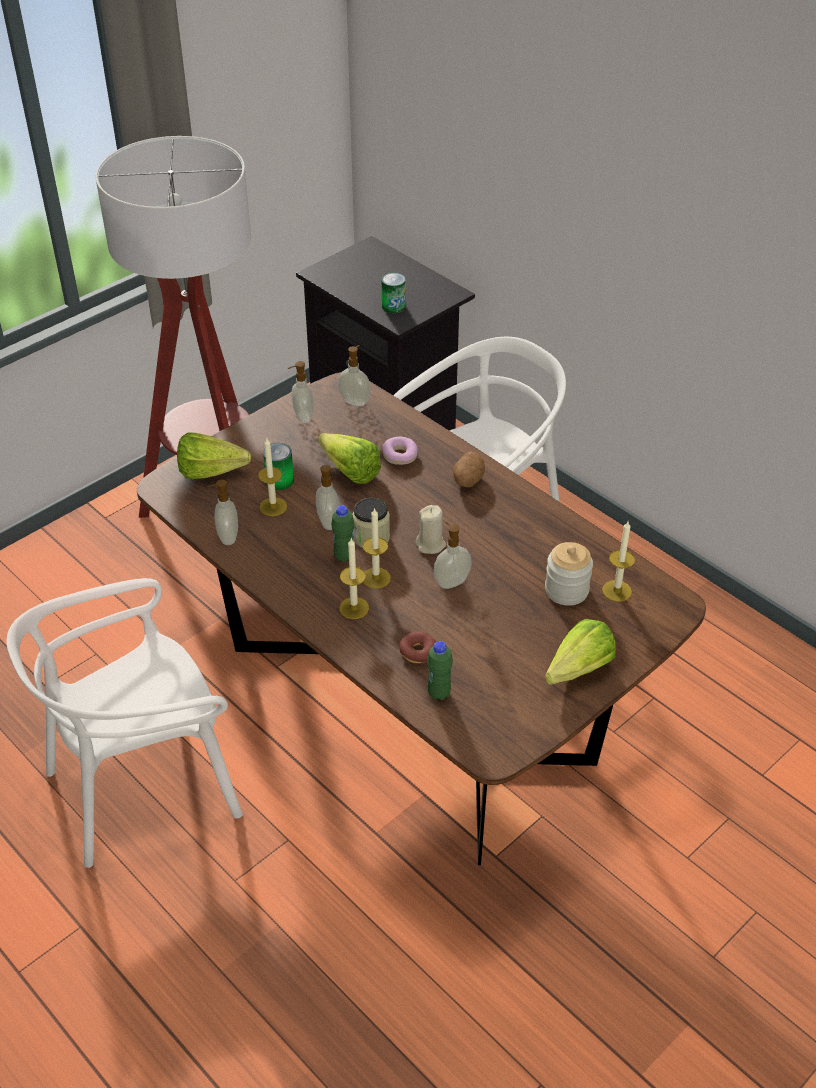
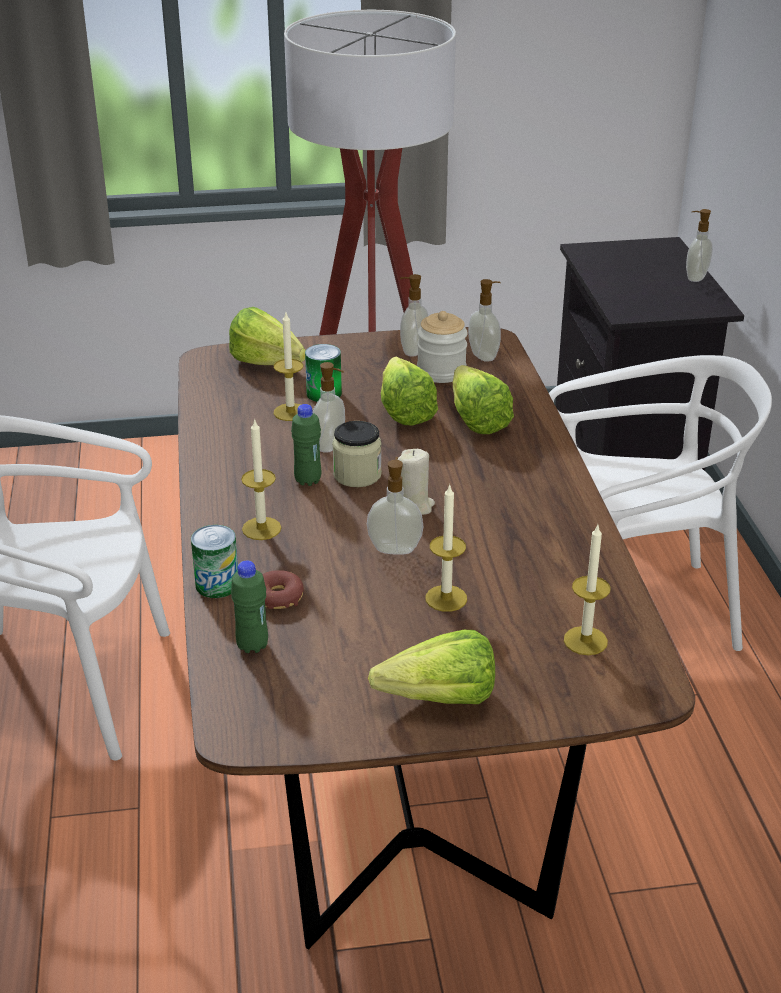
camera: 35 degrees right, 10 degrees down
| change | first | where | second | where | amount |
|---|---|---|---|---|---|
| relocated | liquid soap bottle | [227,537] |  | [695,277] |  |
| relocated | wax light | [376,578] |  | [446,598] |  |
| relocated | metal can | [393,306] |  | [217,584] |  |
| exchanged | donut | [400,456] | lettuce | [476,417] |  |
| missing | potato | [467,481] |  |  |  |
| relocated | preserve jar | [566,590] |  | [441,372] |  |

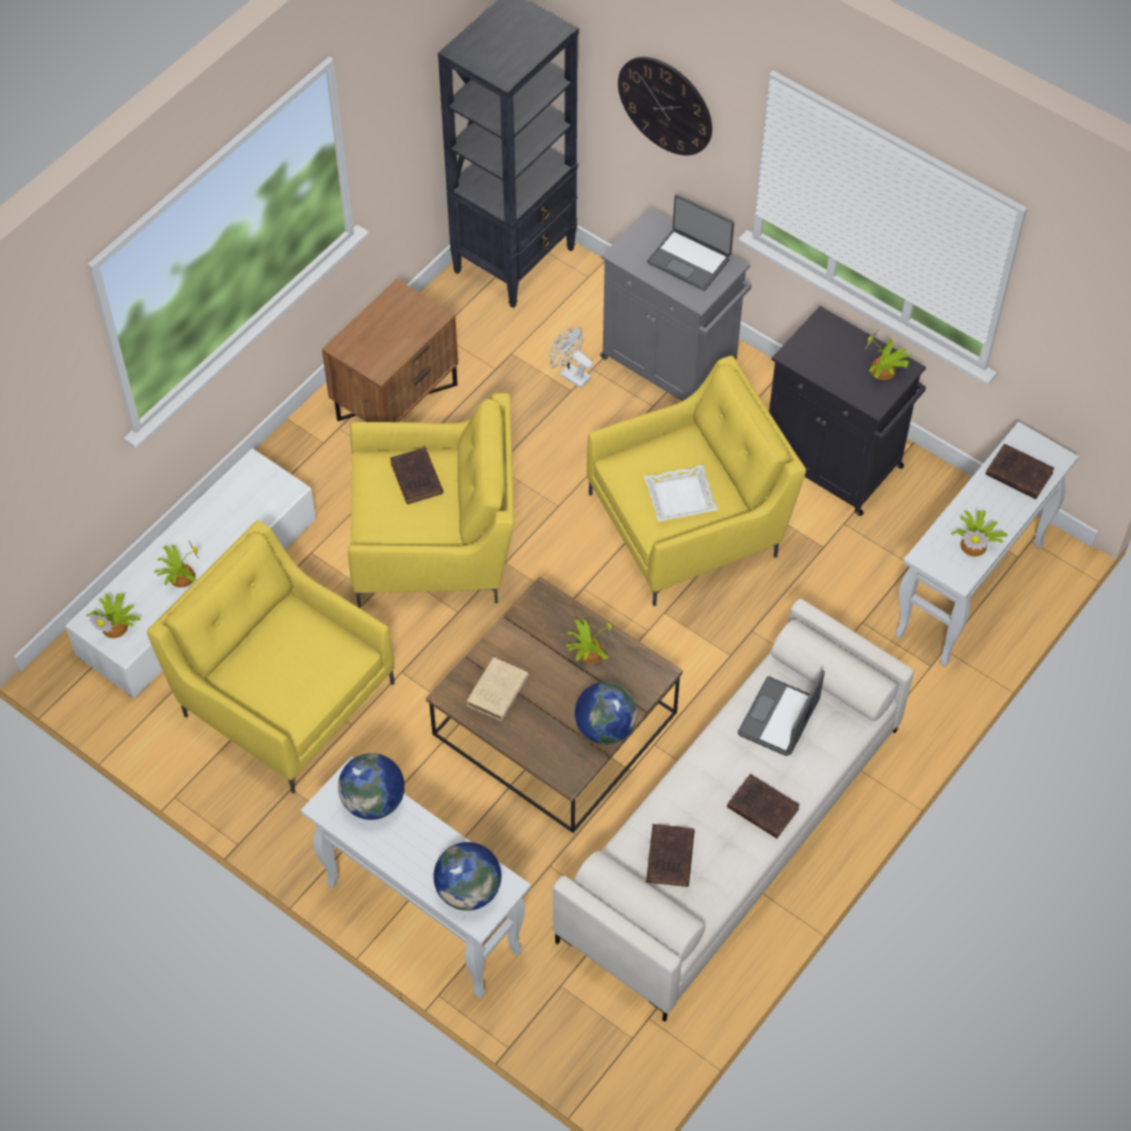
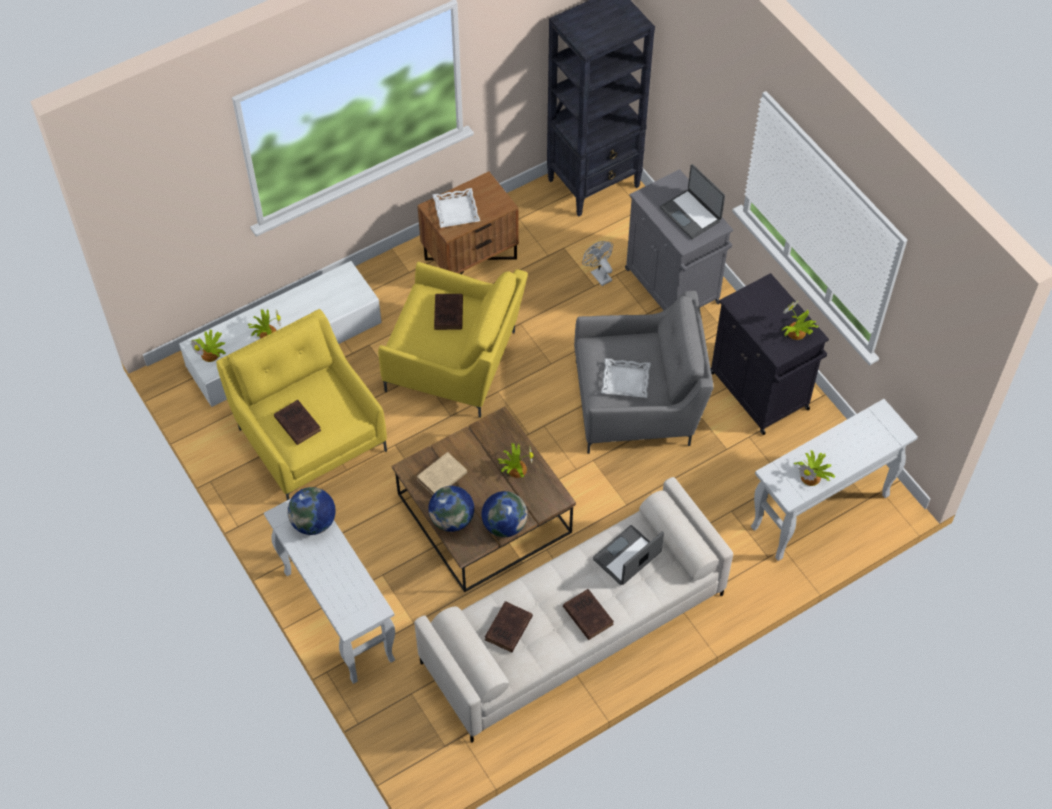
camera: 20 degrees right, 0 degrees up
| change | first | where | second | where | amount |
|---|---|---|---|---|---|
| relocated | desk globe | [468,890] |  | [452,519] |  |
| colour | yellow armchair | [690,522] | grey armchair | [638,403] |  |
| missing | wall clock | [665,105] |  |  |  |
| relocated | brown-coloured volume | [1017,473] |  | [297,423] |  |
| appeared |  |  | white-coloured tray | [455,211] |  |

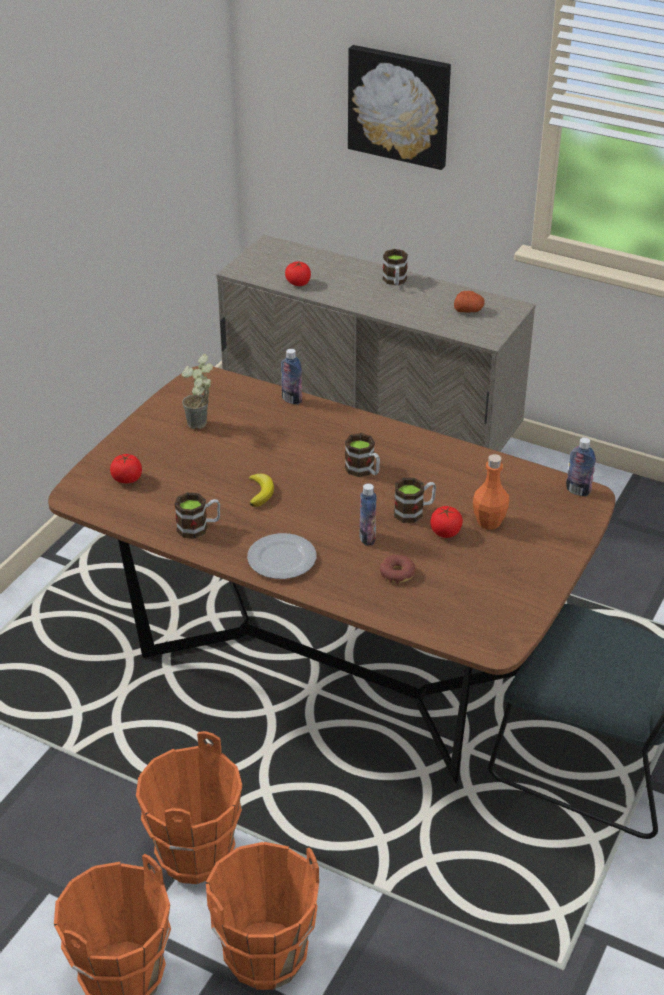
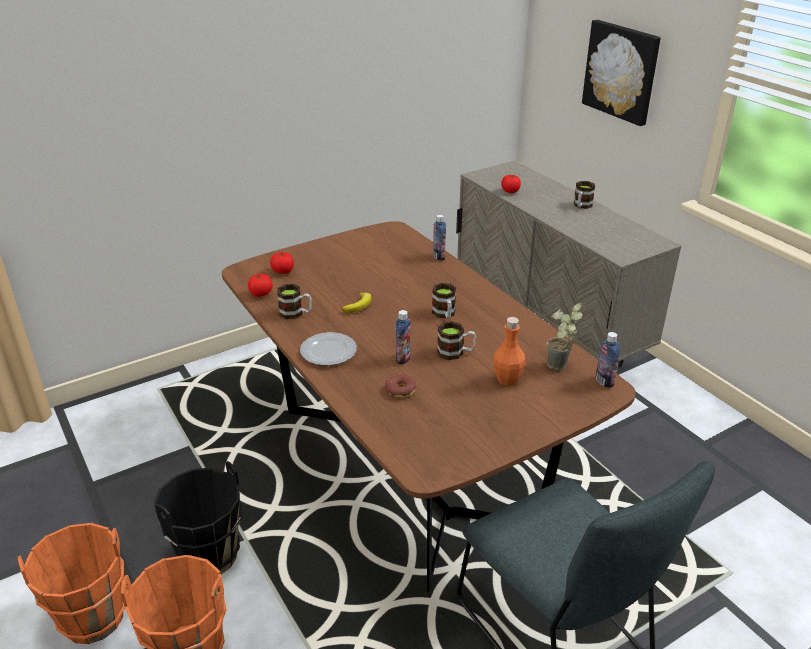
camera: 30 degrees right, 5 degrees down
| change | first | where | second | where | amount |
|---|---|---|---|---|---|
| colour | orange-coloured water bucket | [194,855] | black-coloured water bucket | [209,556] |  |
| relocated | potted plant | [201,426] |  | [559,369] |  |
| relocated | tomato | [445,532] |  | [261,294] |  |
| missing | potato | [469,310] |  |  |  |

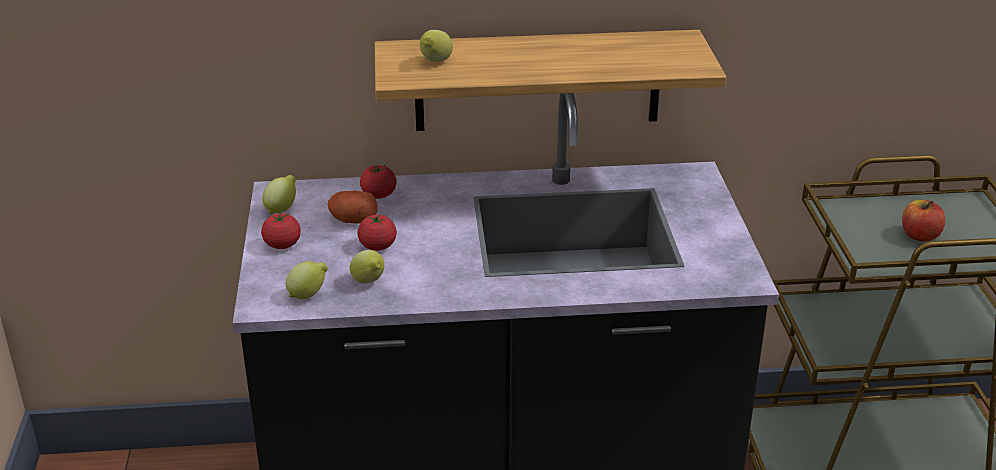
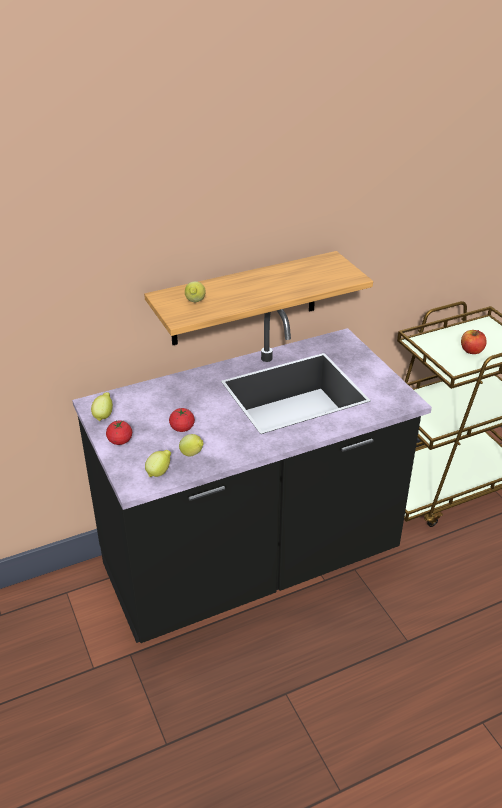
camera: 20 degrees left, 5 degrees up
| change | first | where | second | where | amount |
|---|---|---|---|---|---|
| missing | potato | [352,219] |  |  |  |
| missing | tomato | [378,194] |  |  |  |

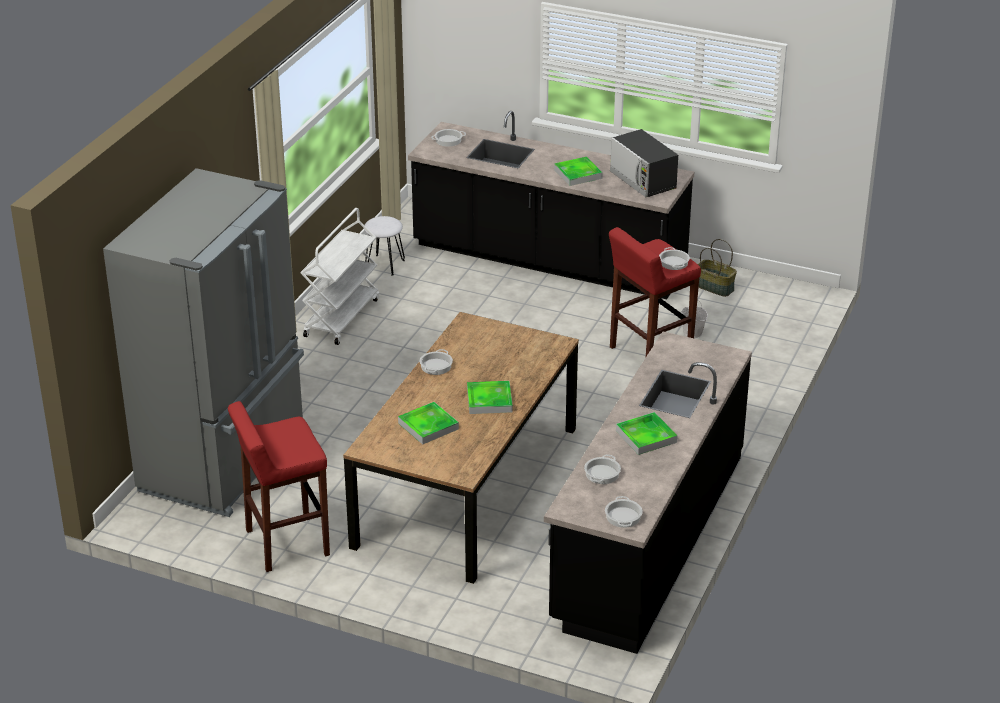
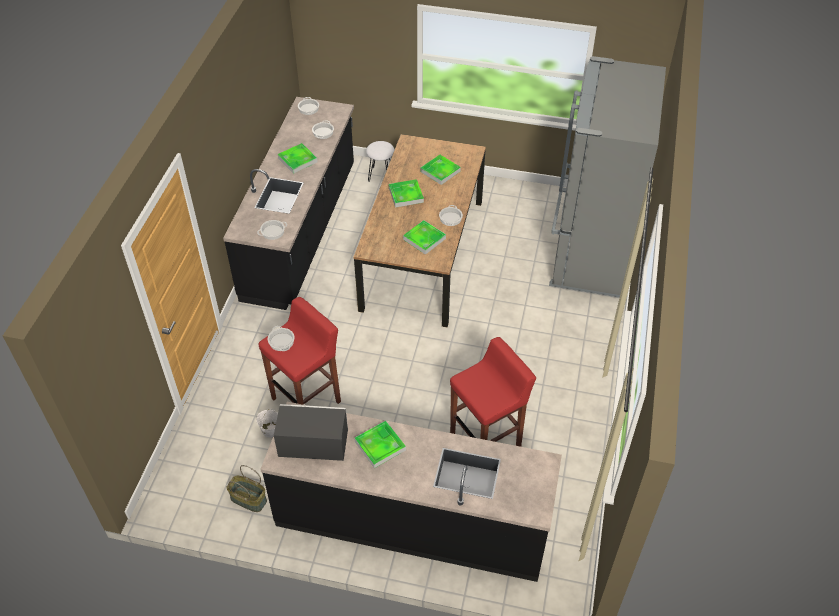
camera: 170 degrees right, 15 degrees up
| change | first | where | second | where | amount |
|---|---|---|---|---|---|
| relocated | red stool | [286,543] |  | [486,440] |  |
| missing | white-coloured trolley | [341,317] |  |  |  |
| relocated | white-coloured stool | [384,264] |  | [381,175] |  |
| relocated | saucepot | [448,141] |  | [273,231] |  |
| spun | microwave oven | [643,181] |  | [313,443] | 45 degrees counterclockwise |
| appeared |  |  | tray | [424,239] |  |

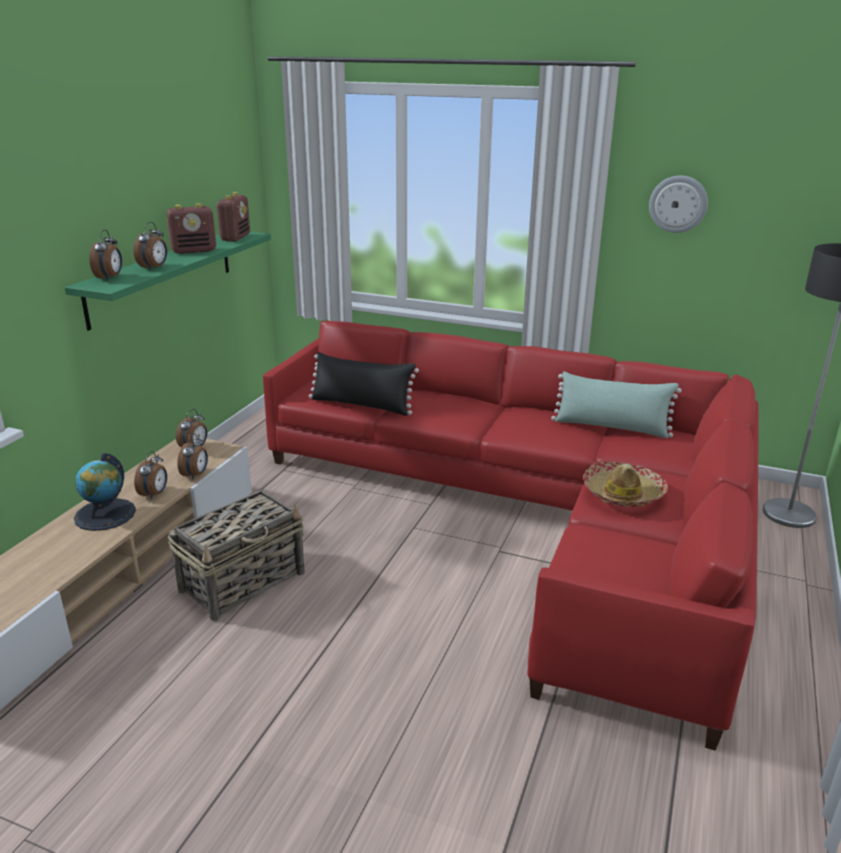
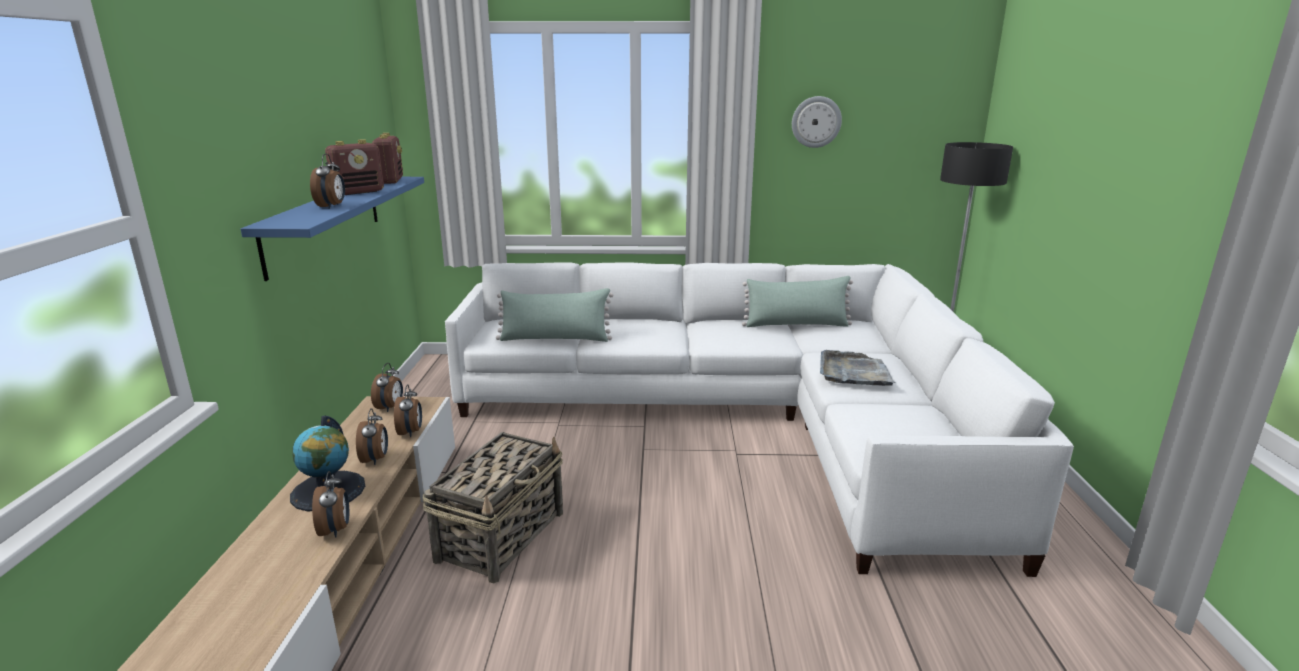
camera: 20 degrees left, 5 degrees down
| change | first | where | second | where | amount |
|---|---|---|---|---|---|
| colour | greenish shelf | [162,276] | blue shelf | [325,222] |  |
| relocated | bedside clock | [110,278] |  | [336,530] |  |
| colour | red sofa | [533,515] | white-coloured sofa | [744,418] |  |
| colour | black-coloured pillow | [361,405] | greenish pillow | [555,339] |  |
| exchanged | hat | [623,493] | grey tray | [854,372] |  |

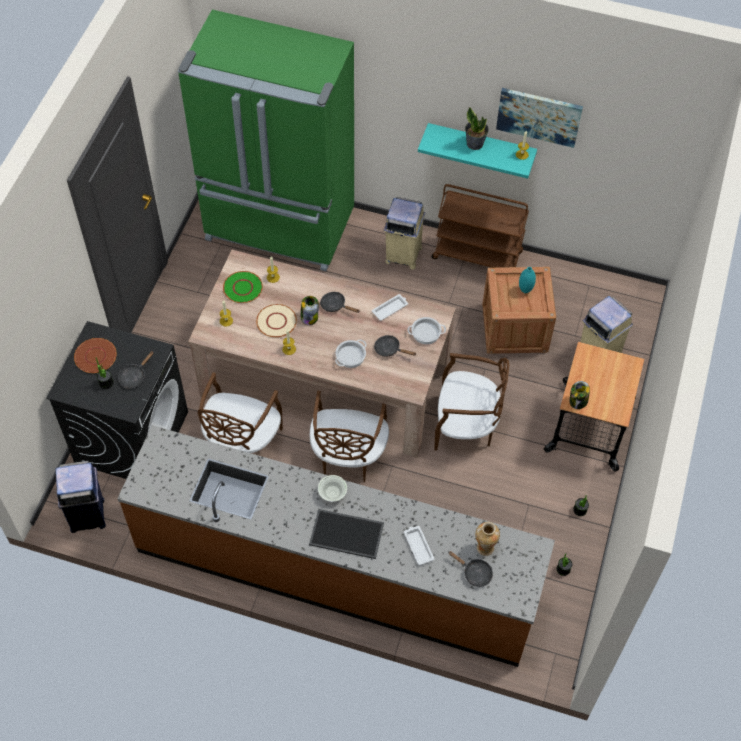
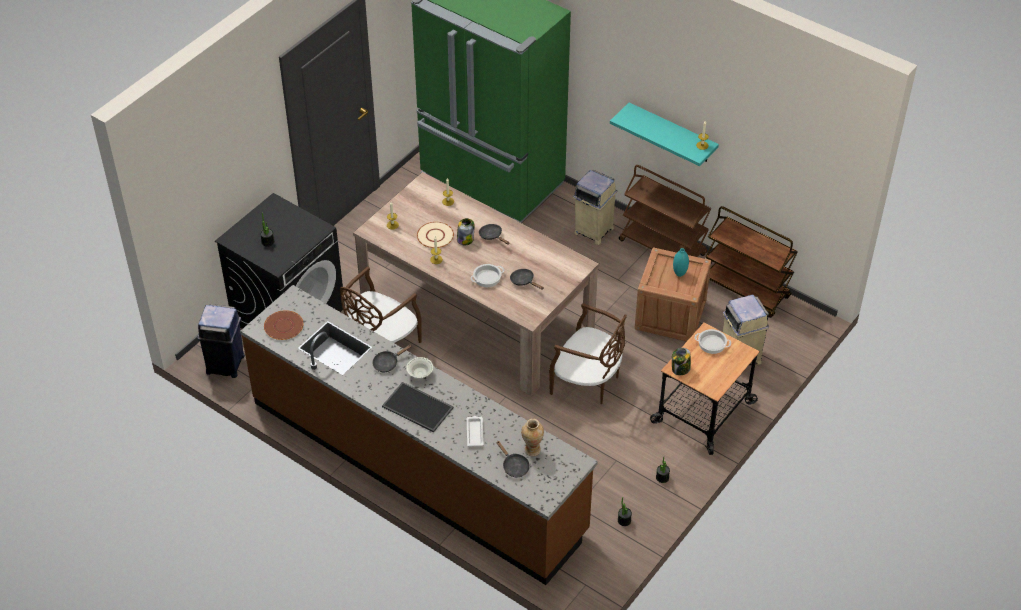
camera: 20 degrees right, 10 degrees down
| change | first | where | second | where | amount |
|---|---|---|---|---|---|
| relocated | brown-coloured plate | [95,356] |  | [283,326] |  |
| relocated | black-coloured frying pan | [134,376] |  | [388,363] |  |
| missing | greenish plate | [243,288] |  |  |  |
| missing | brown-coloured upright chair | [348,456] |  |  |  |
| missing | white-coloured tray | [390,308] |  |  |  |
| relocated | saucepot | [426,333] |  | [711,344] |  |
| missing | potted plant | [475,143] |  |  |  |
| missing | picture | [539,116] |  |  |  |
| appeared |  |  | brown-coloured trolley | [745,290] |  |

